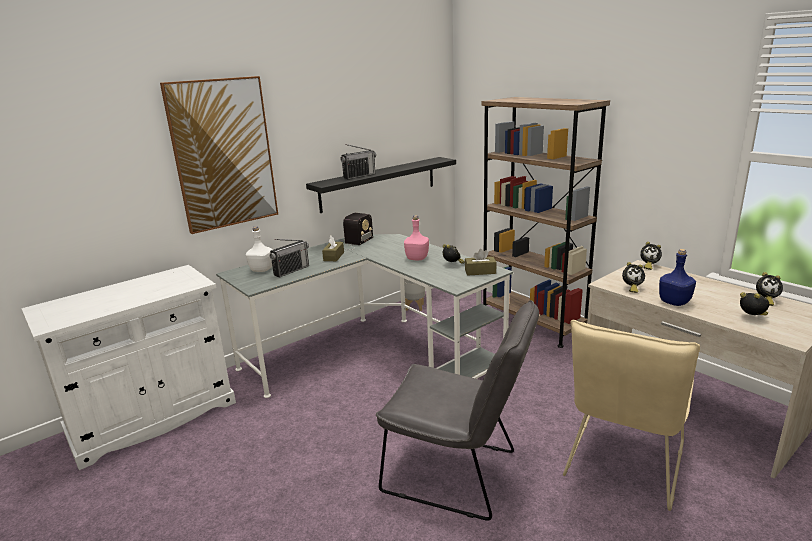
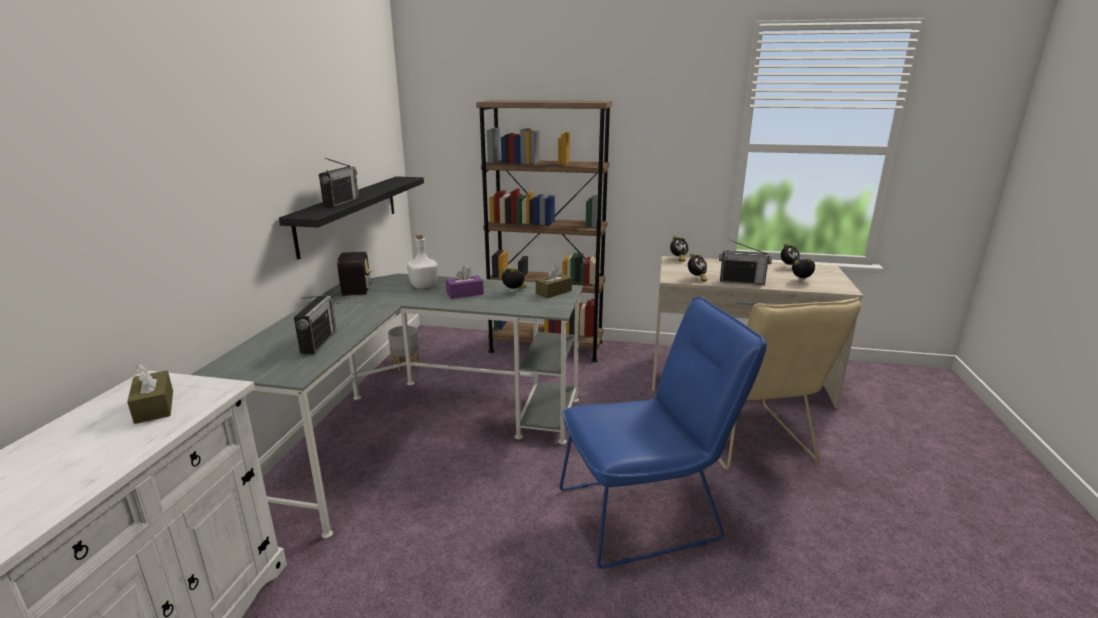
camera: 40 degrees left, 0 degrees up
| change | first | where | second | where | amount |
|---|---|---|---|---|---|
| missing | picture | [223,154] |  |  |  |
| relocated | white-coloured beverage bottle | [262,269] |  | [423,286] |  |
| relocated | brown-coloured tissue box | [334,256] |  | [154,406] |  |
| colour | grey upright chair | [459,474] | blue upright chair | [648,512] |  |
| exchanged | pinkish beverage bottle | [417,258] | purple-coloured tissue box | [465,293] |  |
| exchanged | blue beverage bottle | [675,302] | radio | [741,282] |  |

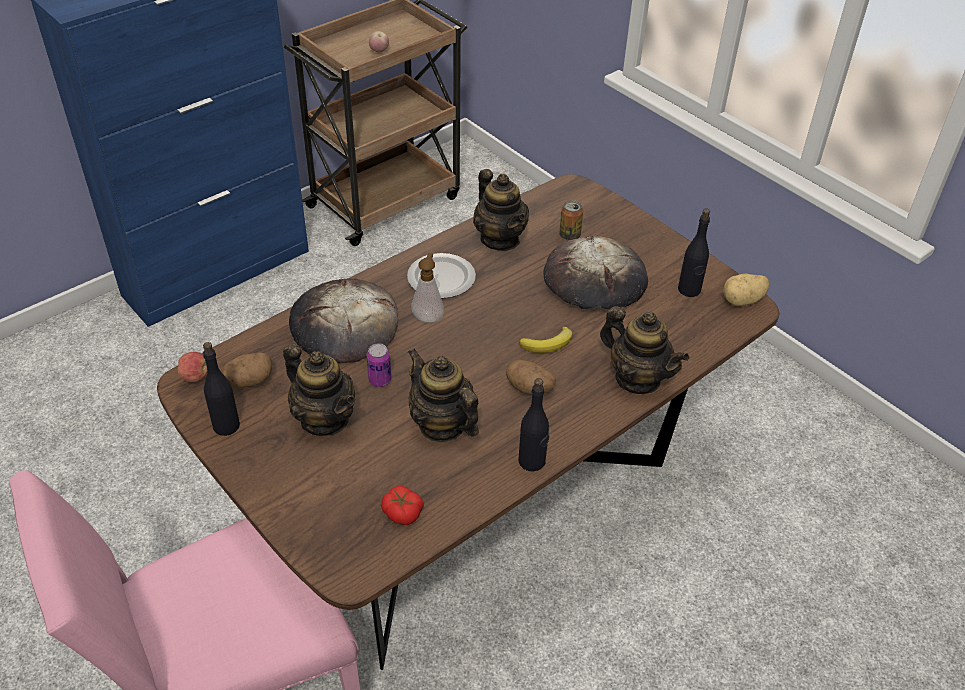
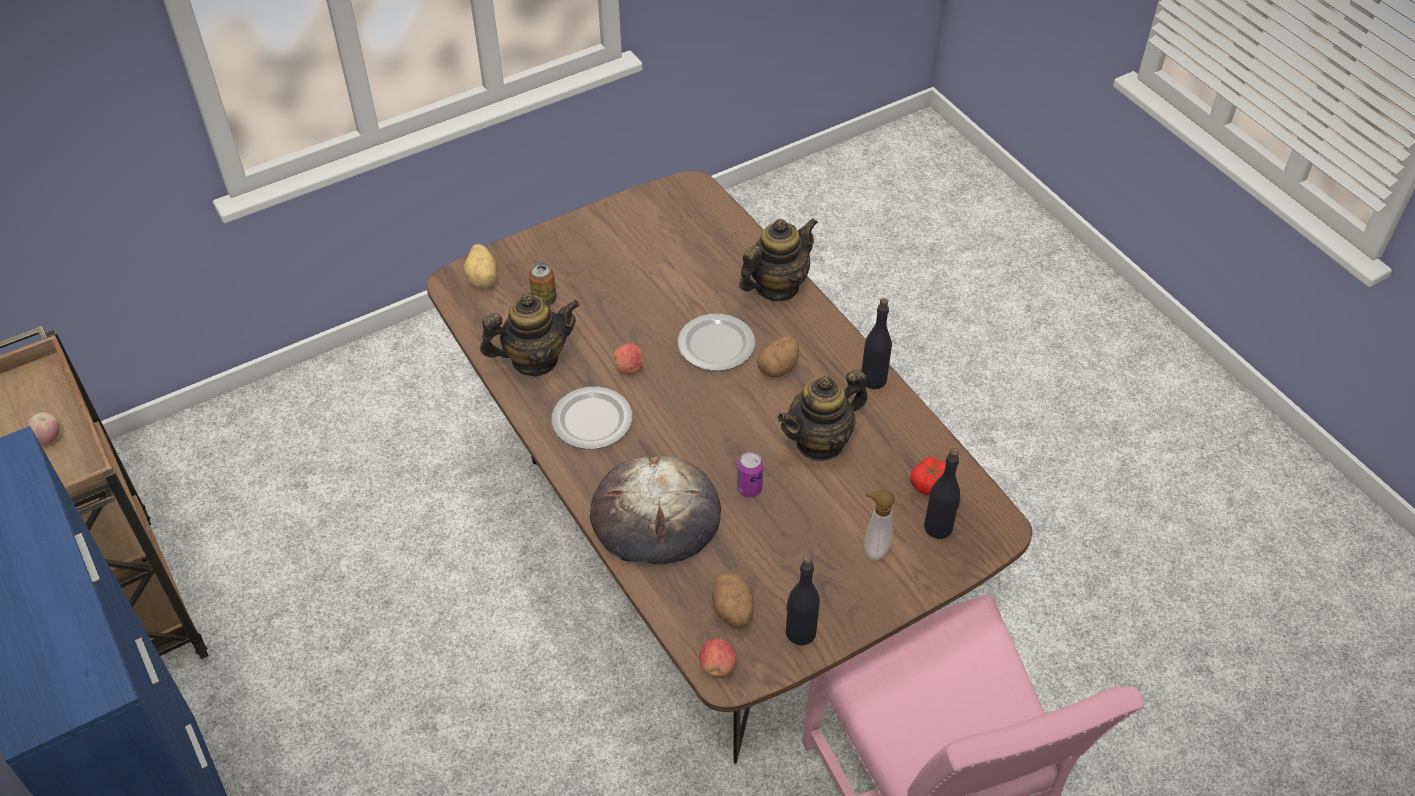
camera: 80 degrees left, 5 degrees up
| change | first | where | second | where | amount |
|---|---|---|---|---|---|
| missing | tea pot | [324,419] |  |  |  |
| relocated | liquid soap bottle | [428,316] |  | [873,548] |  |
| exchanged | banana fruit | [548,344] | plate | [717,344] |  |
| missing | bread | [595,280] |  |  |  |
| relocated | black-coloured beverage bottle | [689,290] |  | [938,527] |  |
| relocated | potato | [743,301] |  | [483,278] |  |
| appeared |  |  | apple | [629,368] |  |

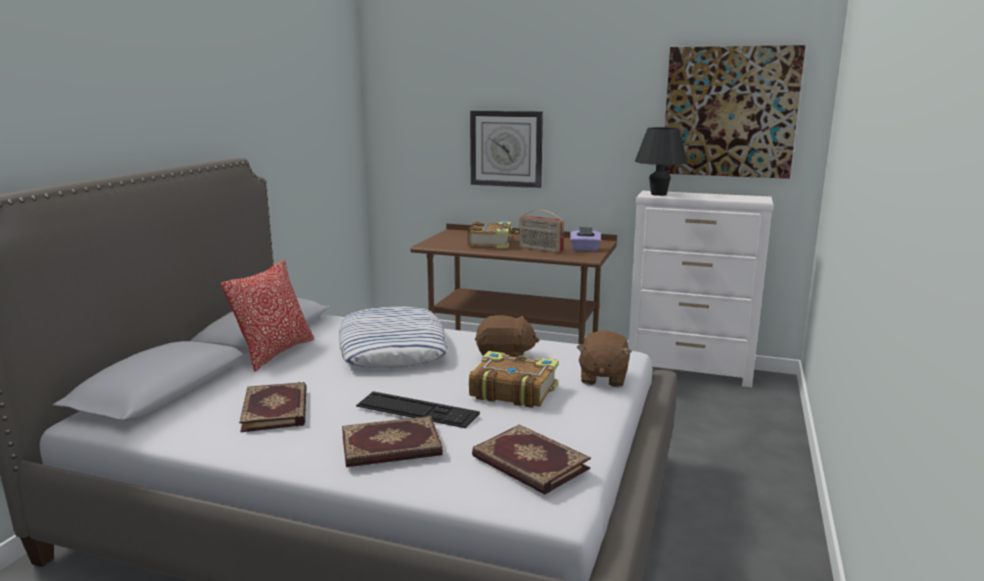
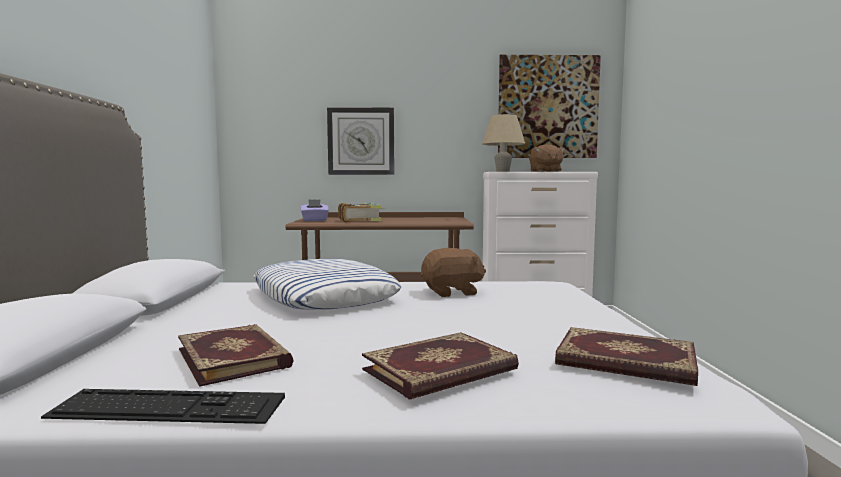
camera: 20 degrees left, 10 degrees down
| change | first | where | second | where | amount |
|---|---|---|---|---|---|
| missing | pillow | [275,353] |  |  |  |
| relocated | PC keyboard | [417,410] |  | [168,407] |  |
| missing | volume | [512,391] |  |  |  |
| missing | radio | [540,249] |  |  |  |
| relocated | purple-coloured tissue box | [585,249] |  | [314,220] |  |
| relocated | brown-coloured cuddly toy | [602,378] |  | [545,171] |  |
| colour | black-coloured tabletop lamp | [658,194] | beige-coloured tabletop lamp | [503,171] |  |

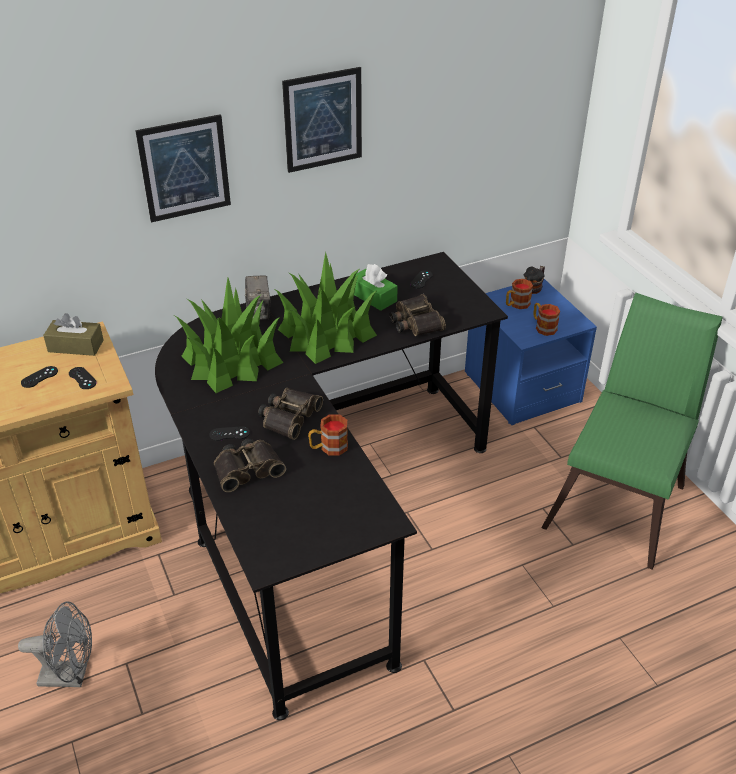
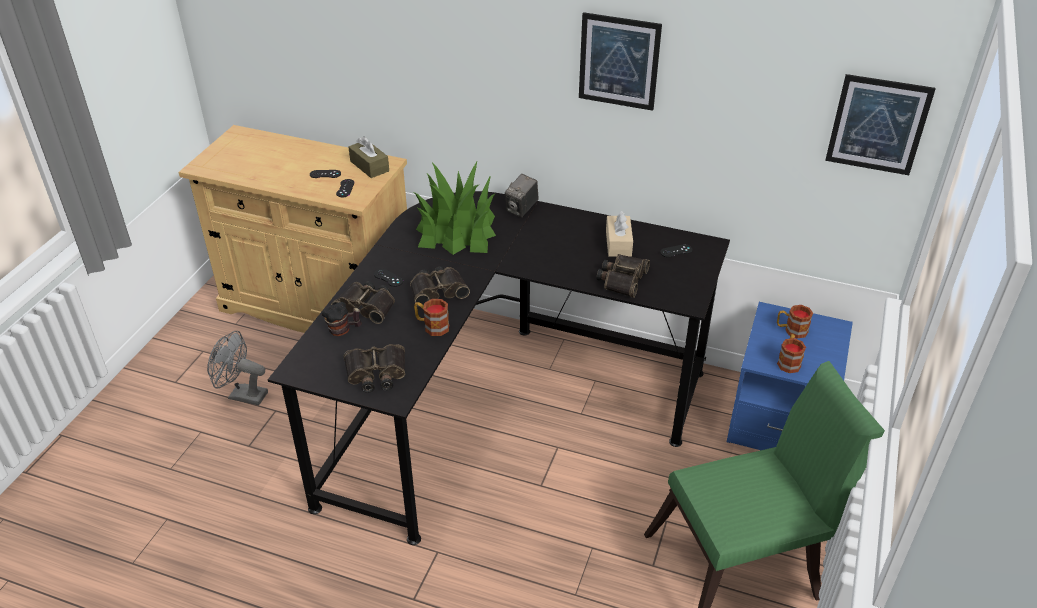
camera: 45 degrees right, 0 degrees up
| change | first | where | second | where | amount |
|---|---|---|---|---|---|
| spun | grey electric fan | [71,675] |  | [242,395] | 150 degrees clockwise |
| relocated | picture | [184,168] |  | [878,125] |  |
| missing | potted plant | [326,333] |  |  |  |
| colour | greenish tissue box | [373,297] | beige-coloured tissue box | [618,243] |  |
| relocated | mug | [534,288] |  | [343,330] |  |
| appeared |  |  | field glasses | [376,374] |  |

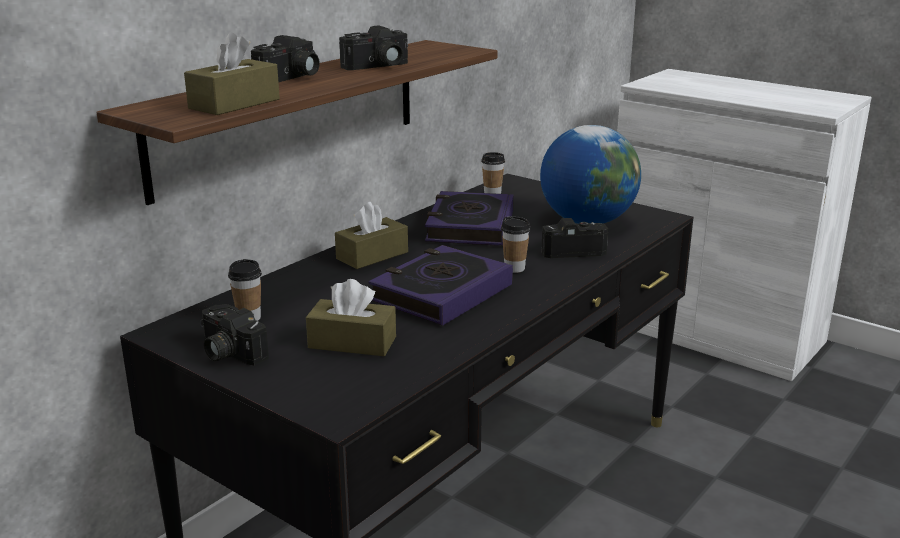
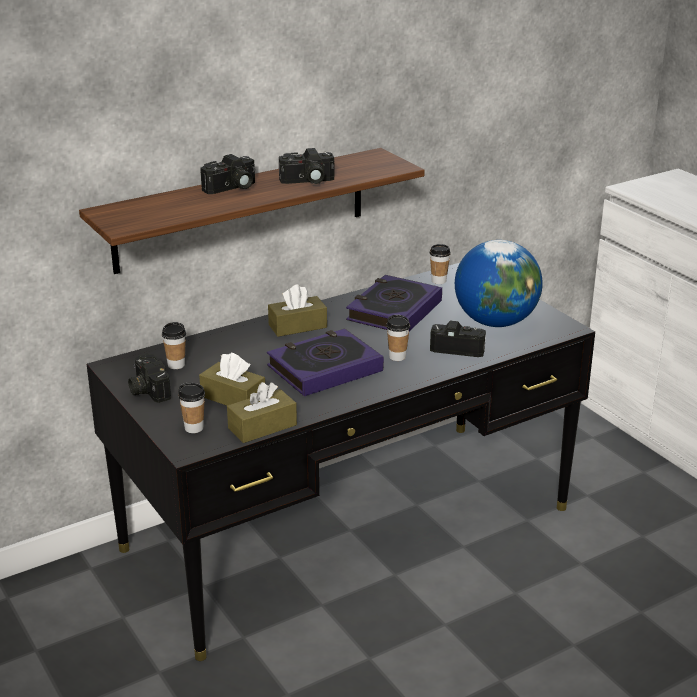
camera: 20 degrees right, 5 degrees up
| change | first | where | second | where | amount |
|---|---|---|---|---|---|
| relocated | brown-coloured tissue box | [234,104] |  | [262,427] |  |
| appeared |  |  | drinking cup | [194,428] |  |

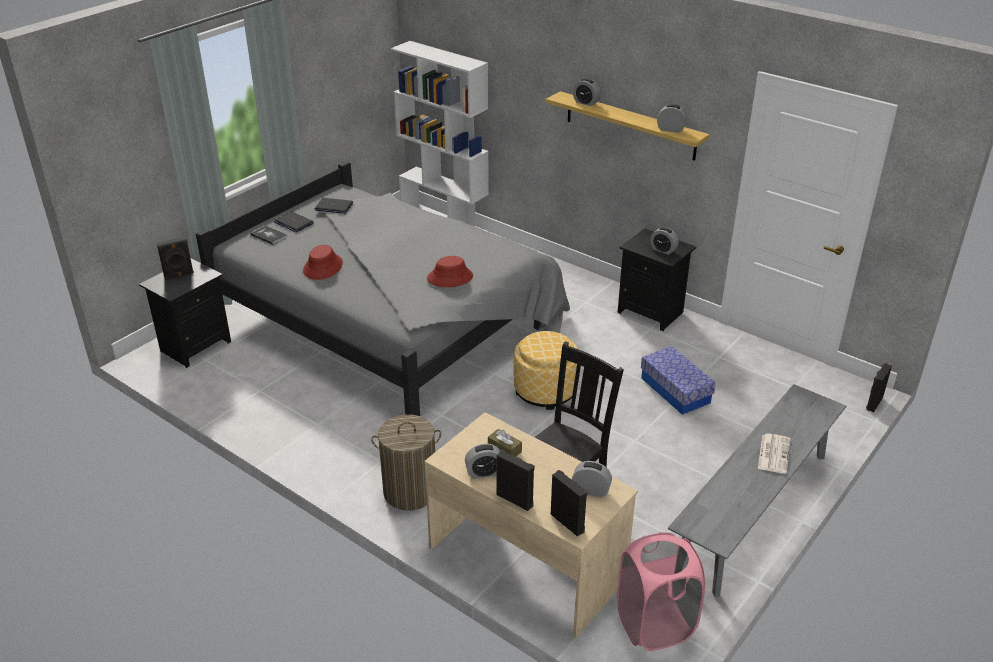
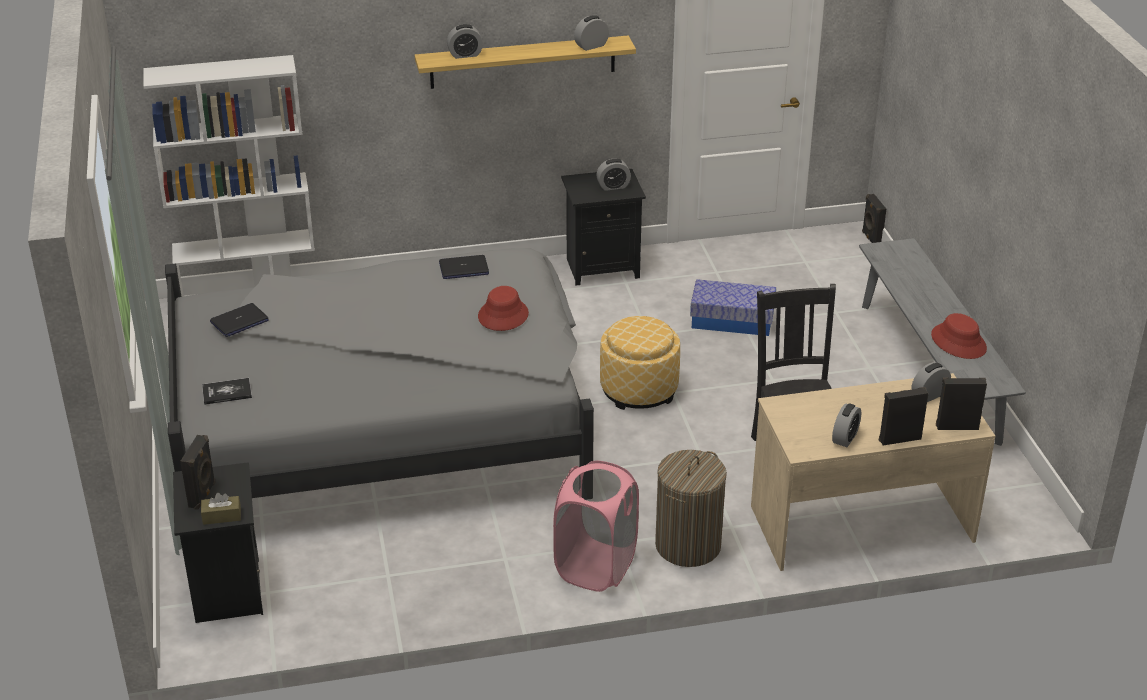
camera: 50 degrees left, 0 degrees up
| change | first | where | second | where | amount |
|---|---|---|---|---|---|
| relocated | notebook computer | [293,223] |  | [463,268] |  |
| relocated | red hat | [323,267] |  | [958,342] |  |
| relocated | brown-coloured tissue box | [504,449] |  | [221,516] |  |
| relocated | pinkish washing basket | [654,625] |  | [596,567] |  |
| missing | printed paper | [773,453] |  |  |  |

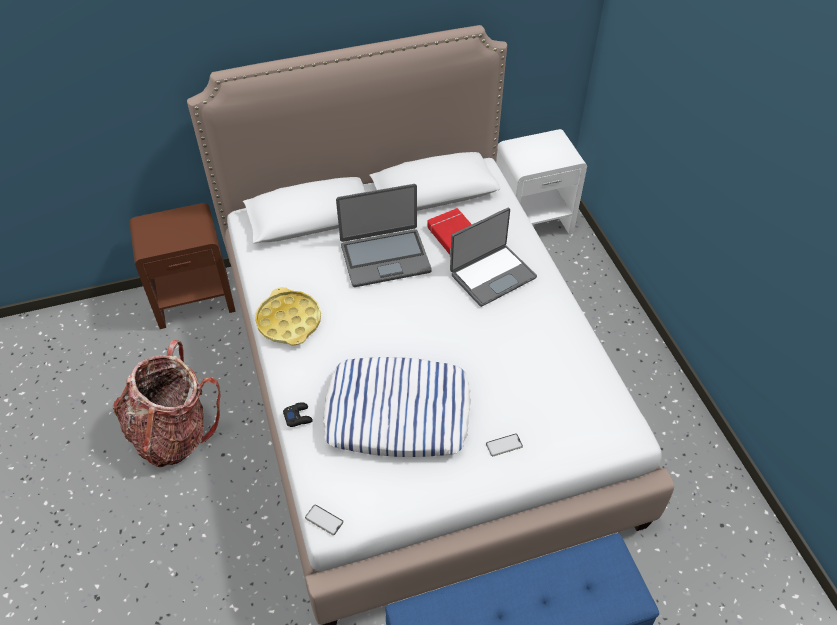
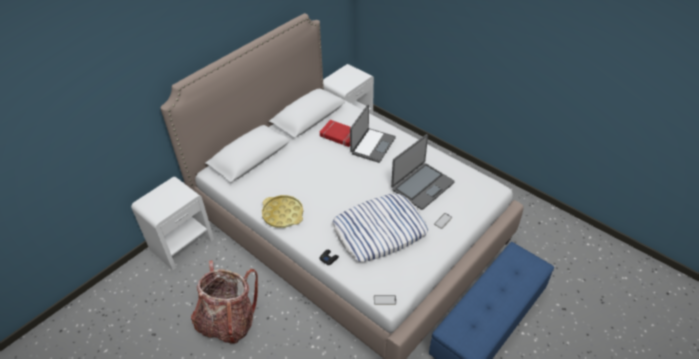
camera: 30 degrees left, 5 degrees down
| change | first | where | second | where | amount |
|---|---|---|---|---|---|
| colour | brown-coloured bedside table | [194,299] | white-coloured bedside table | [182,244] |  |
| relocated | notebook computer | [385,257] |  | [422,186] |  |

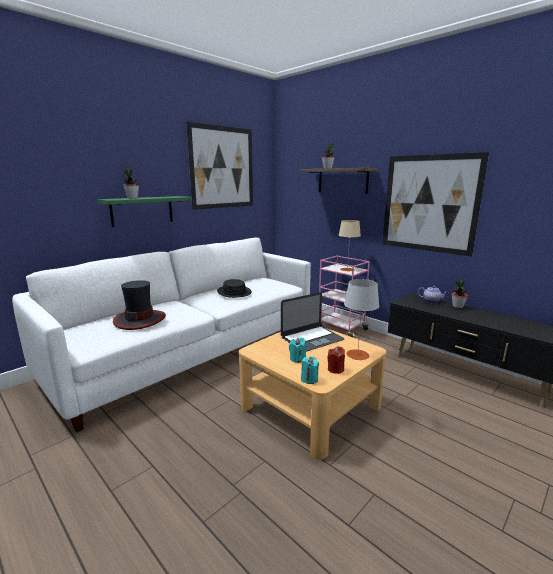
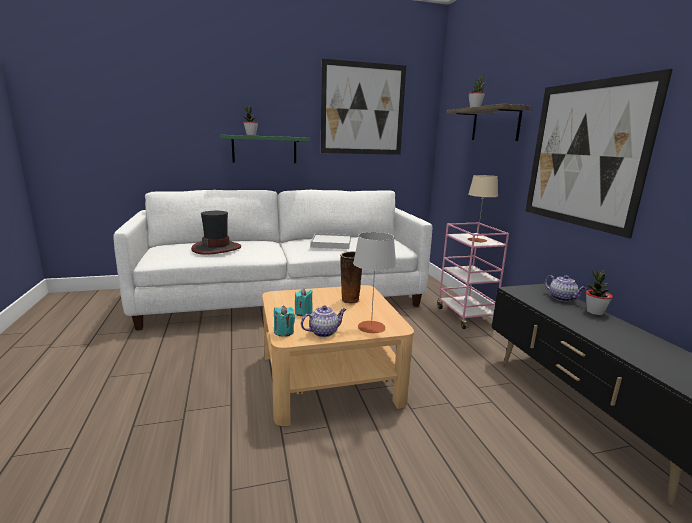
camera: 30 degrees right, 0 degrees up
| change | first | where | second | where | amount |
|---|---|---|---|---|---|
| exchanged | black-coloured hat | [234,292] | white-coloured tray | [331,243] |  |
| exchanged | notebook computer | [312,338] | vase | [349,300] |  |
| exchanged | red wax light | [335,369] | tea pot | [324,332] |  |

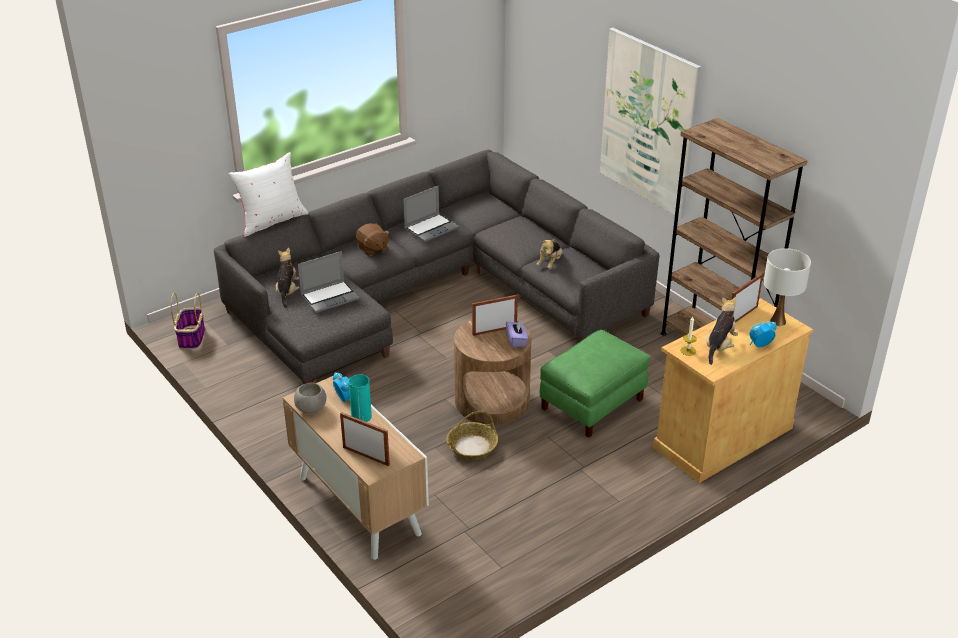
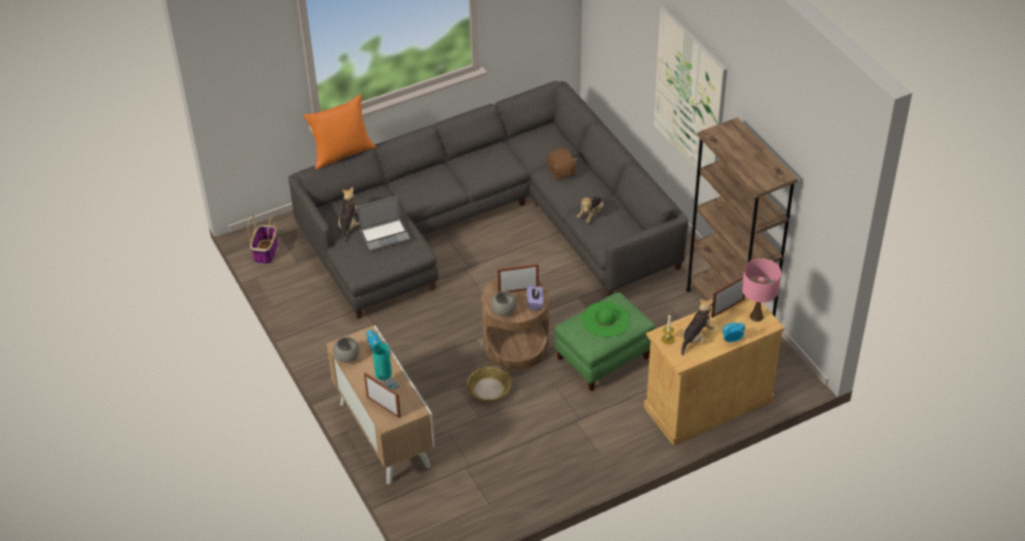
camera: 10 degrees right, 10 degrees up
| change | first | where | second | where | amount |
|---|---|---|---|---|---|
| colour | white-coloured pillow | [271,221] | orange-coloured pillow | [342,153] |  |
| relocated | brown-coloured cuddly toy | [372,249] |  | [561,171] |  |
| missing | notebook computer | [431,228] |  |  |  |
| colour | white-coloured tabletop lamp | [777,321] | pinkish tabletop lamp | [756,316] |  |
| appeared |  |  | grey serving bowl | [504,310] |  |
| appeared |  |  | greenish hat | [605,320] |  |

